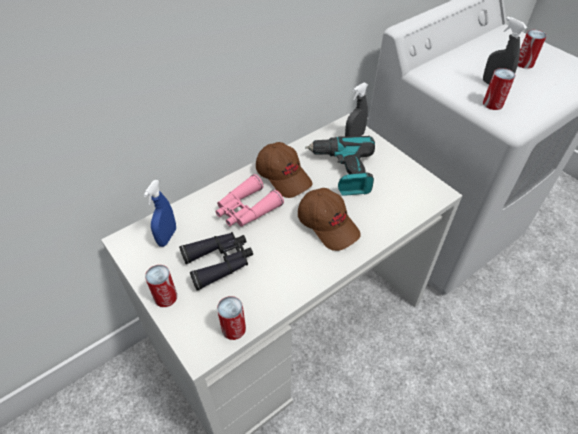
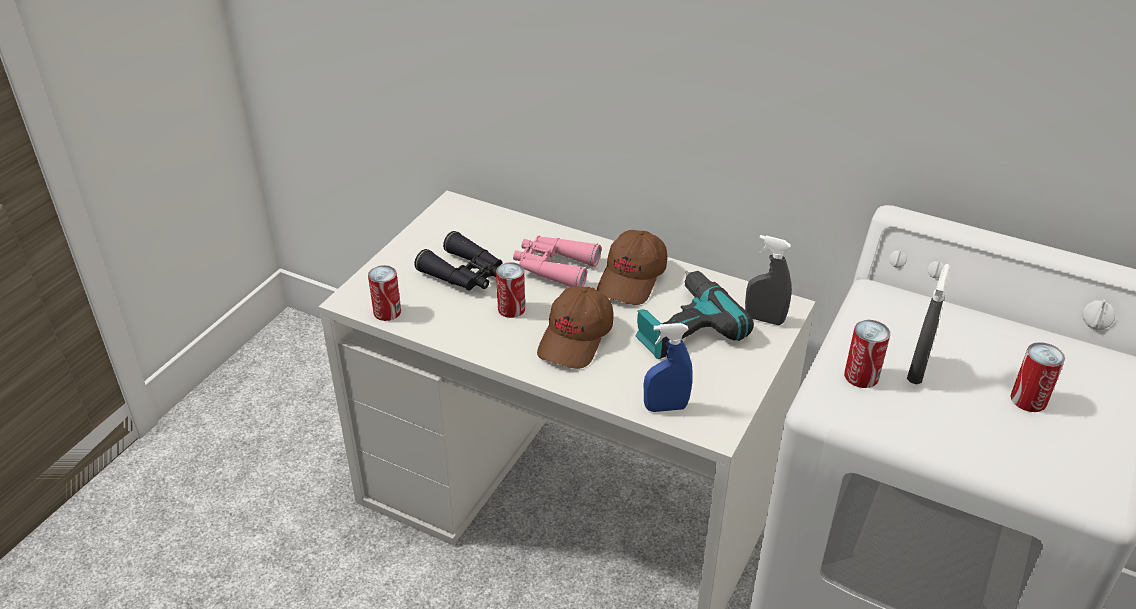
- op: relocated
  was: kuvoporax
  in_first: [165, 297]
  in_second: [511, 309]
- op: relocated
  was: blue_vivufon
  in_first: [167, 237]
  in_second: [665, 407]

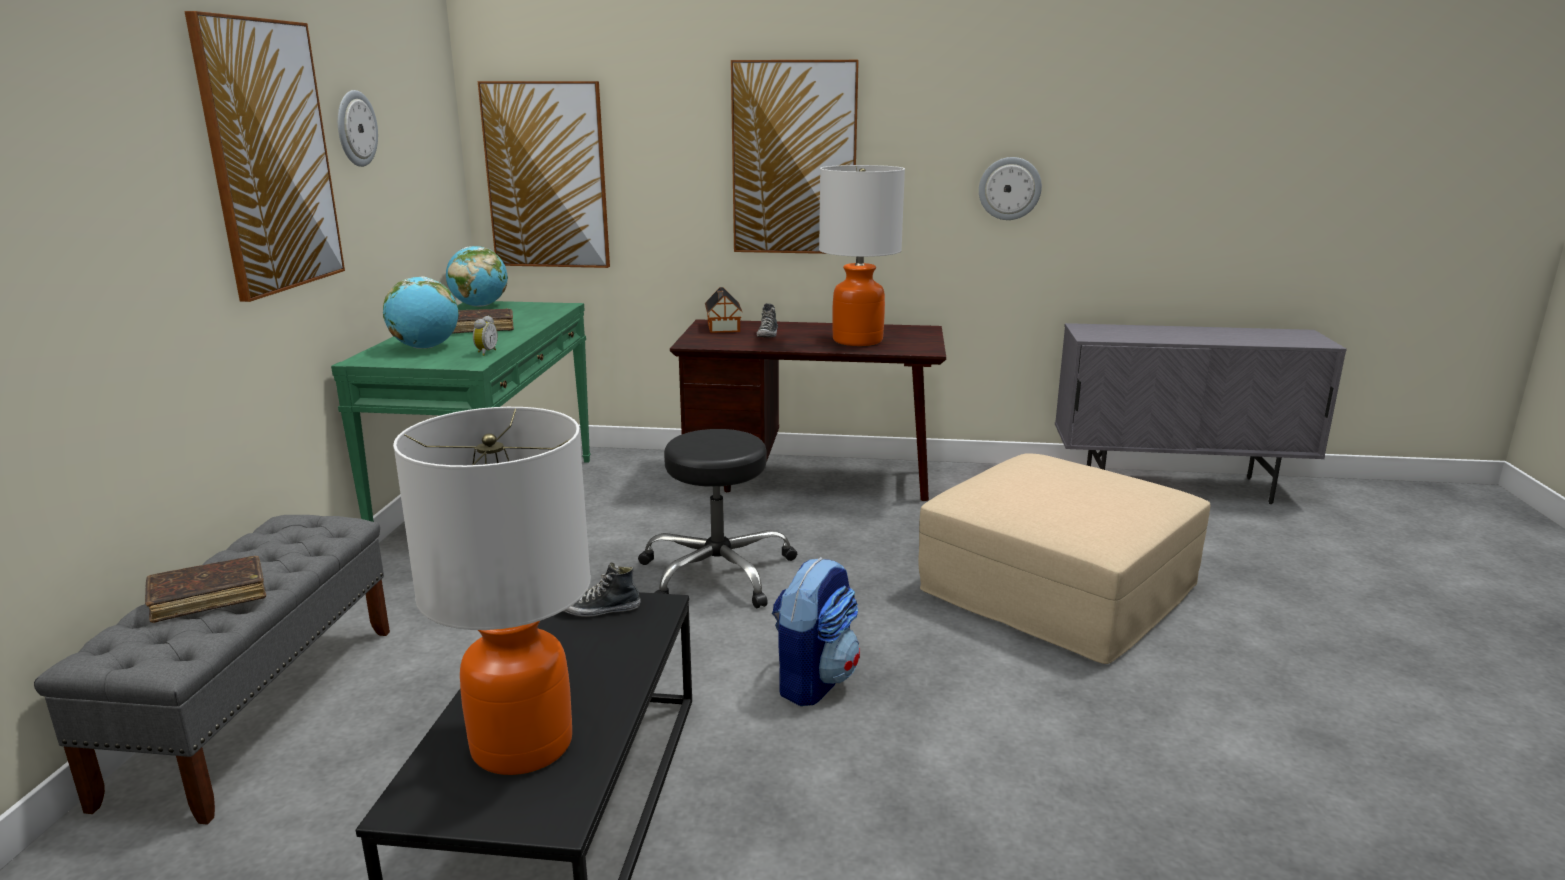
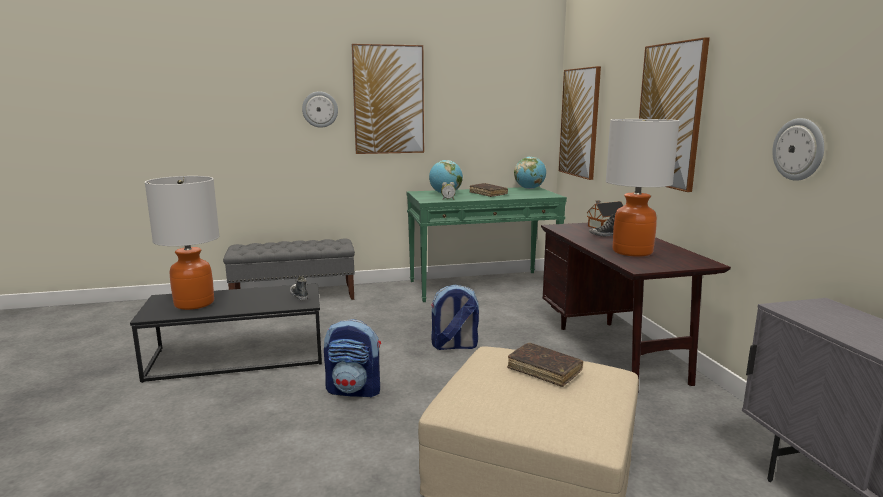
- op: relocated
  was: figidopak
  in_first: [355, 128]
  in_second: [320, 109]
- op: exchanged
  was: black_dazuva
  now: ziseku
  in_first: [717, 573]
  in_second: [454, 346]
- op: relocated
  was: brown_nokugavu
  in_first: [209, 597]
  in_second: [544, 370]

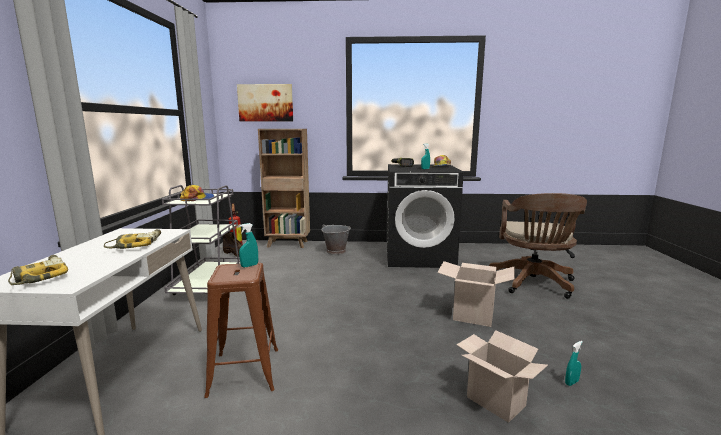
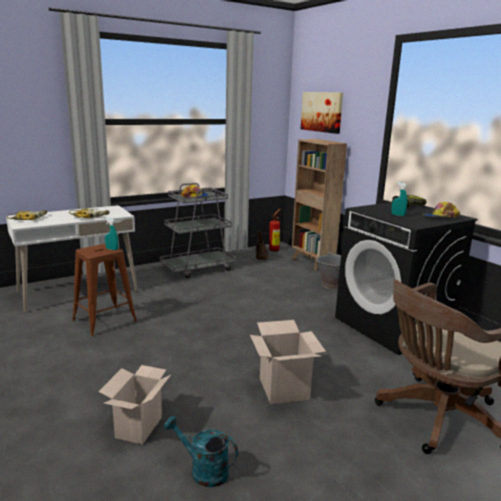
- op: exchanged
  was: turquoise_vivufon
  now: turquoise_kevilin
  in_first: [571, 382]
  in_second: [203, 470]

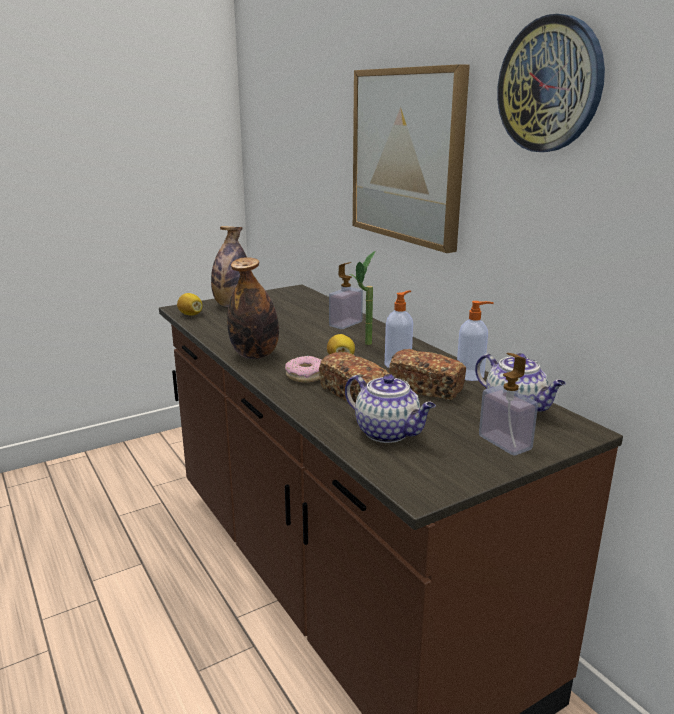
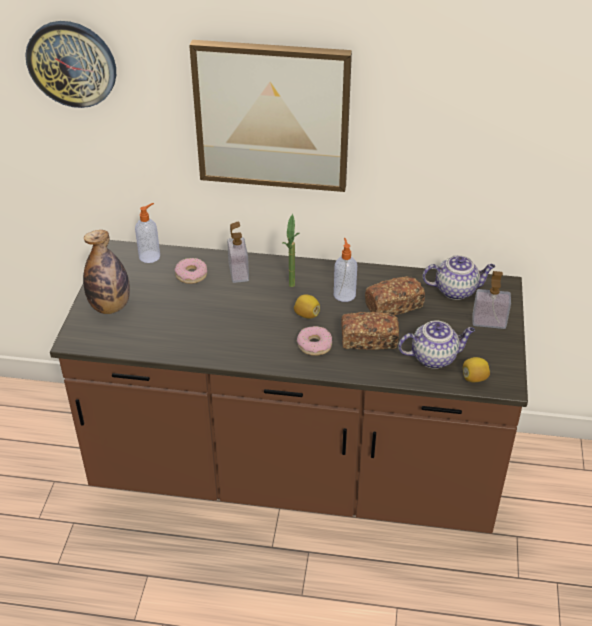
- op: relocated
  was: figidopak
  in_first: [550, 85]
  in_second: [72, 63]
- op: relocated
  was: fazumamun
  in_first: [471, 375]
  in_second: [150, 256]
- op: appeared
  now: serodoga
  in_second: [191, 275]
- op: relocated
  was: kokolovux
  in_first: [190, 314]
  in_second: [474, 378]
- op: missing
  was: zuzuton
  in_first: [255, 355]

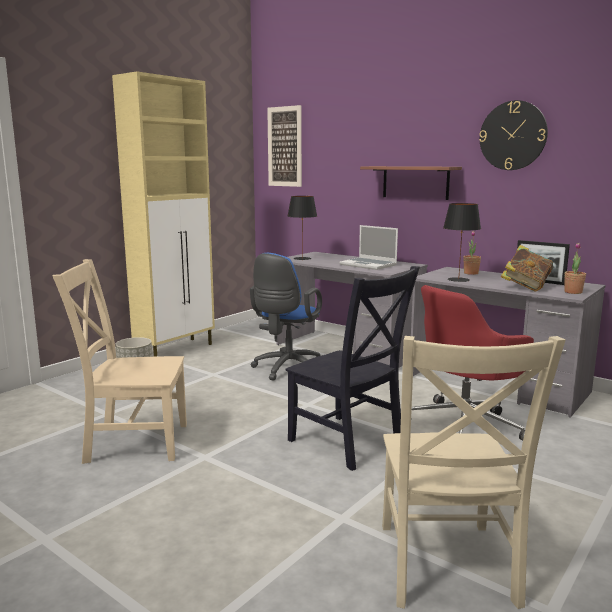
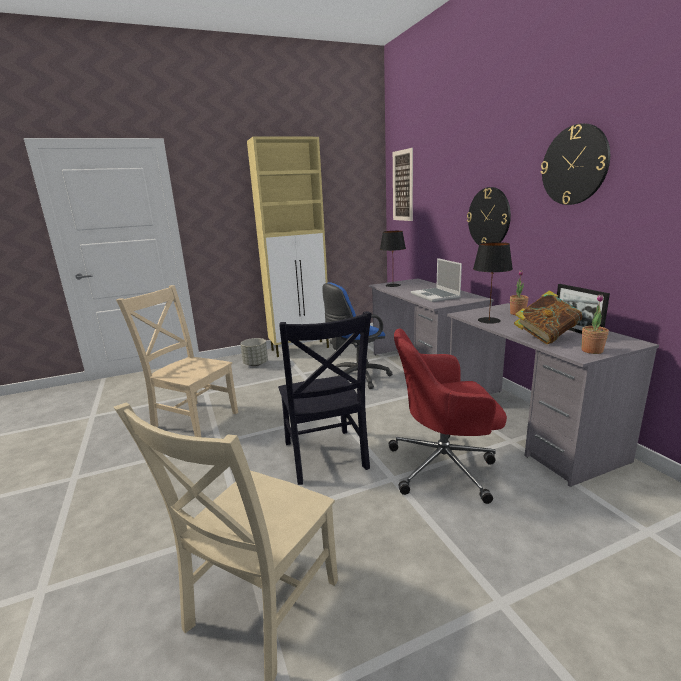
- op: exchanged
  was: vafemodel
  now: figidopak
  in_first: [415, 182]
  in_second: [489, 217]

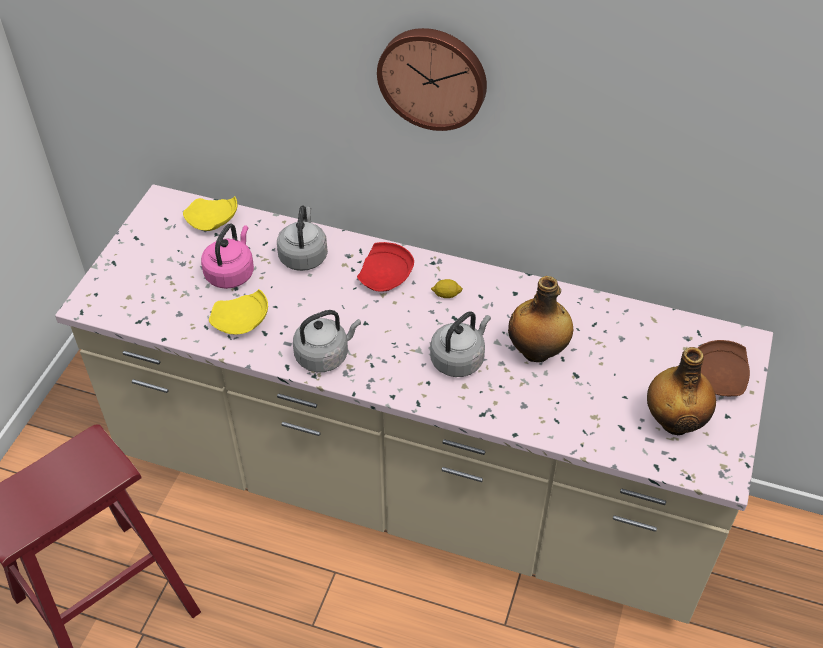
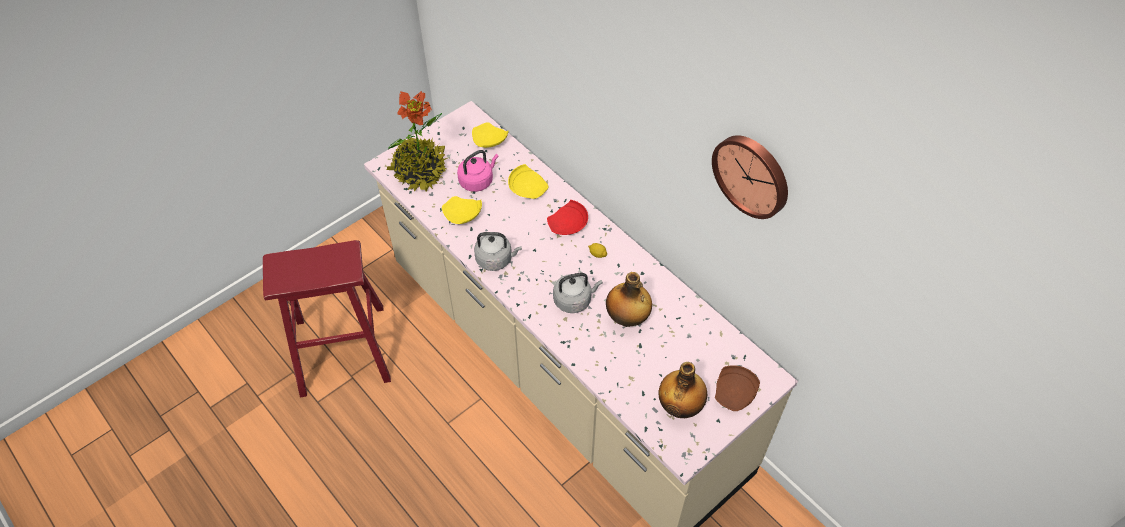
- op: appeared
  now: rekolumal
  in_second: [420, 172]
- op: exchanged
  was: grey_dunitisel
  now: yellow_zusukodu
  in_first: [304, 255]
  in_second: [528, 188]
- op: relocated
  was: figidopak
  in_first: [433, 77]
  in_second: [752, 175]

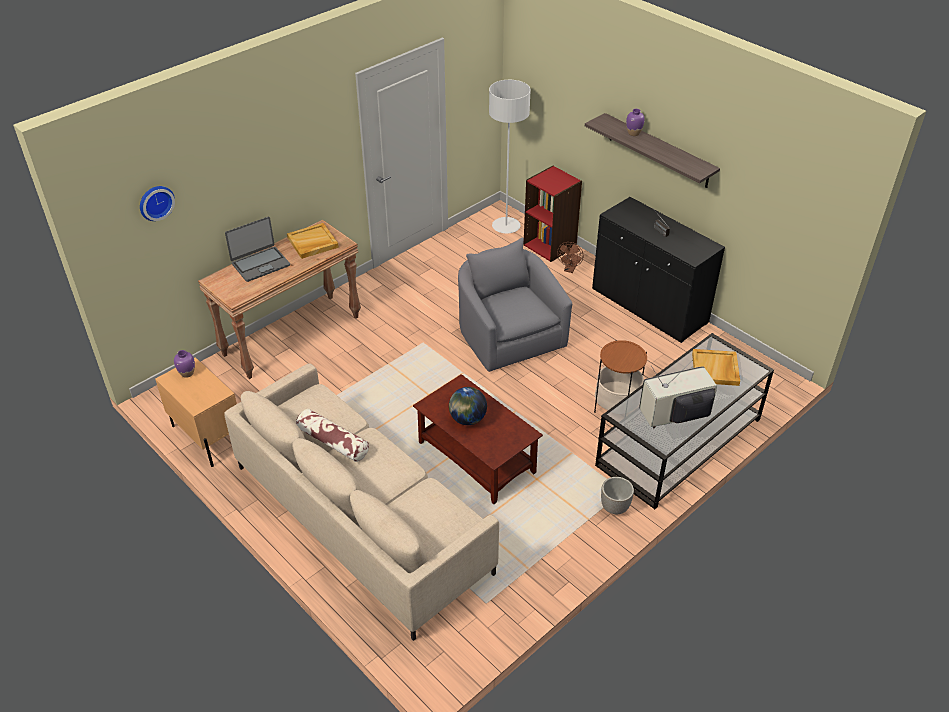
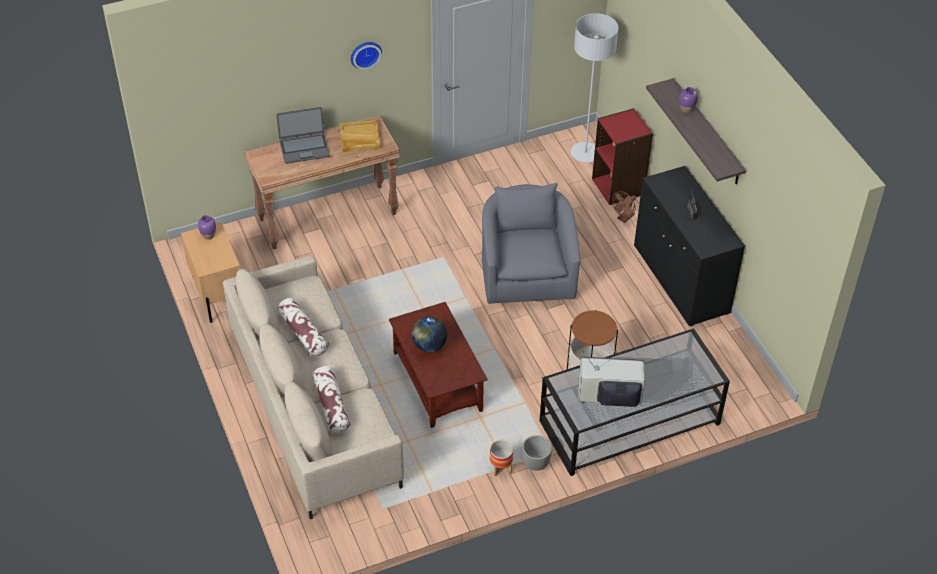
- op: appeared
  now: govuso
  in_second: [332, 405]
- op: relocated
  was: figidopak
  in_first: [155, 202]
  in_second: [365, 53]
- op: appeared
  now: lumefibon
  in_second: [500, 467]
- op: missing
  was: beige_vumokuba
  in_first: [715, 369]

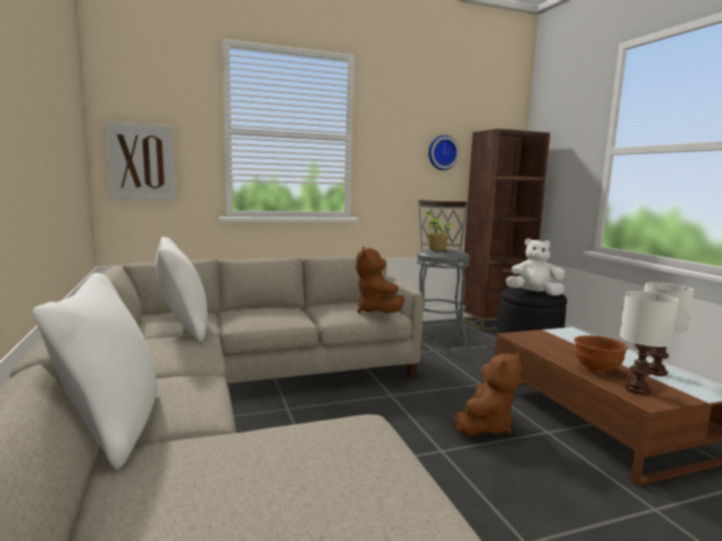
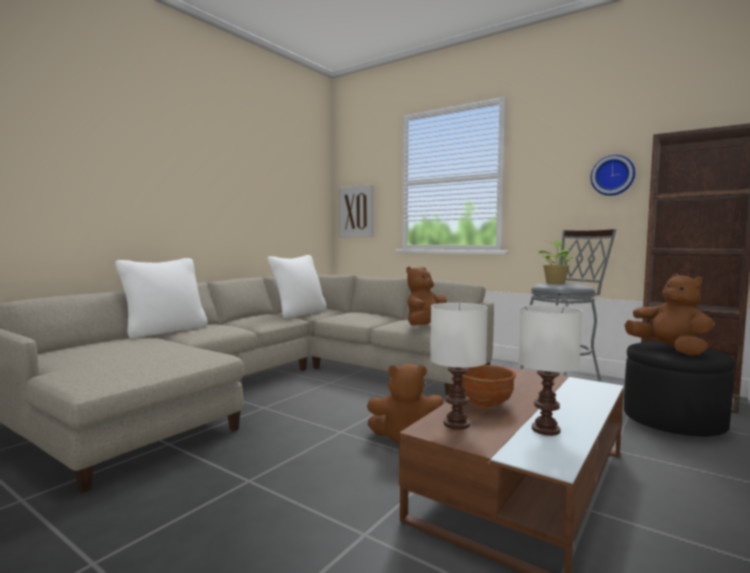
- op: colour
  was: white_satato
  now: brown_satato
  in_first: [533, 293]
  in_second: [669, 350]

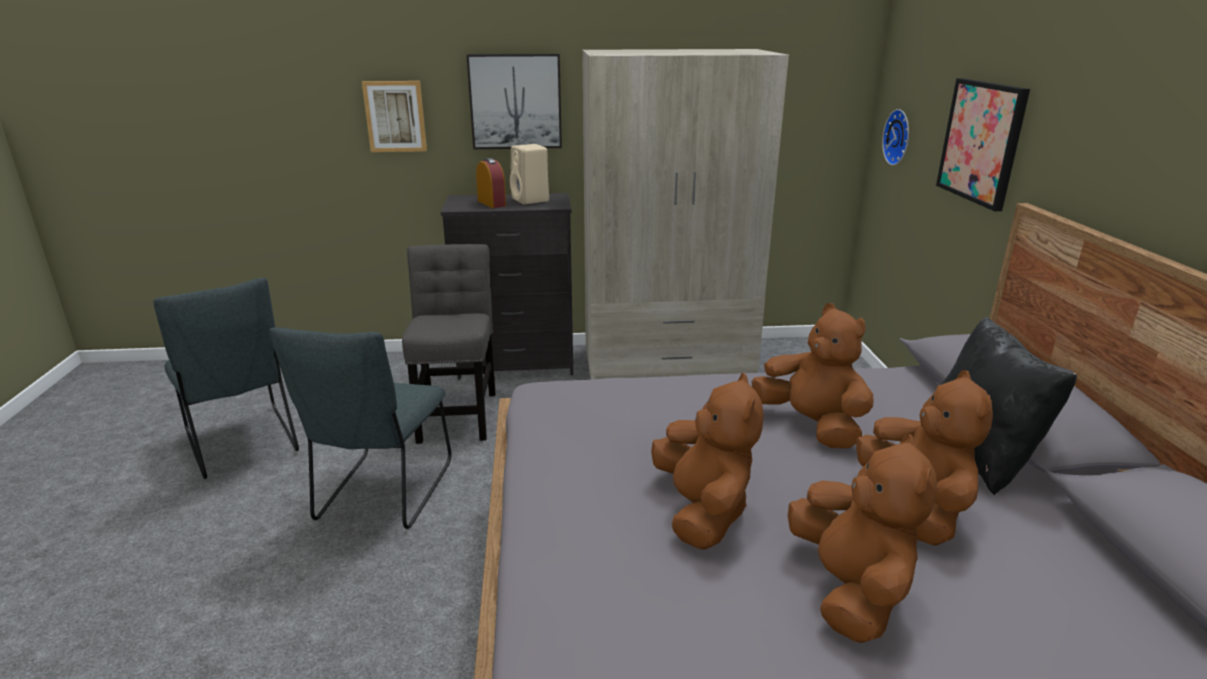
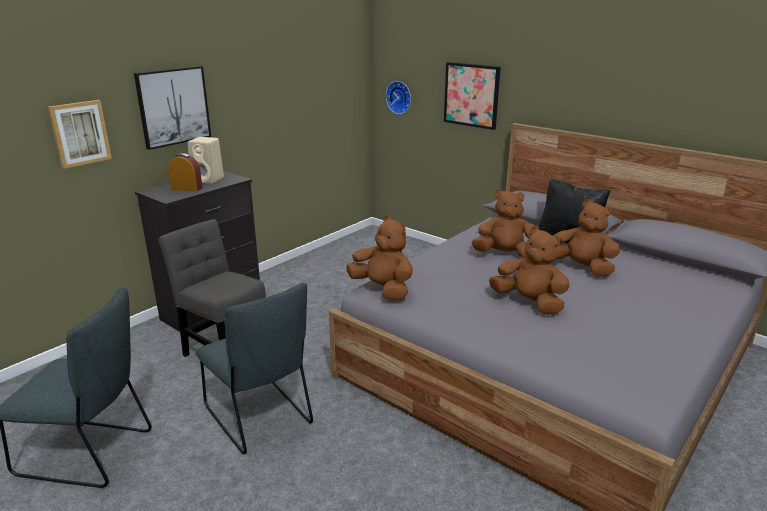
- op: relocated
  was: brown_satato
  in_first: [850, 590]
  in_second: [383, 289]
- op: missing
  was: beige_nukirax
  in_first: [668, 363]

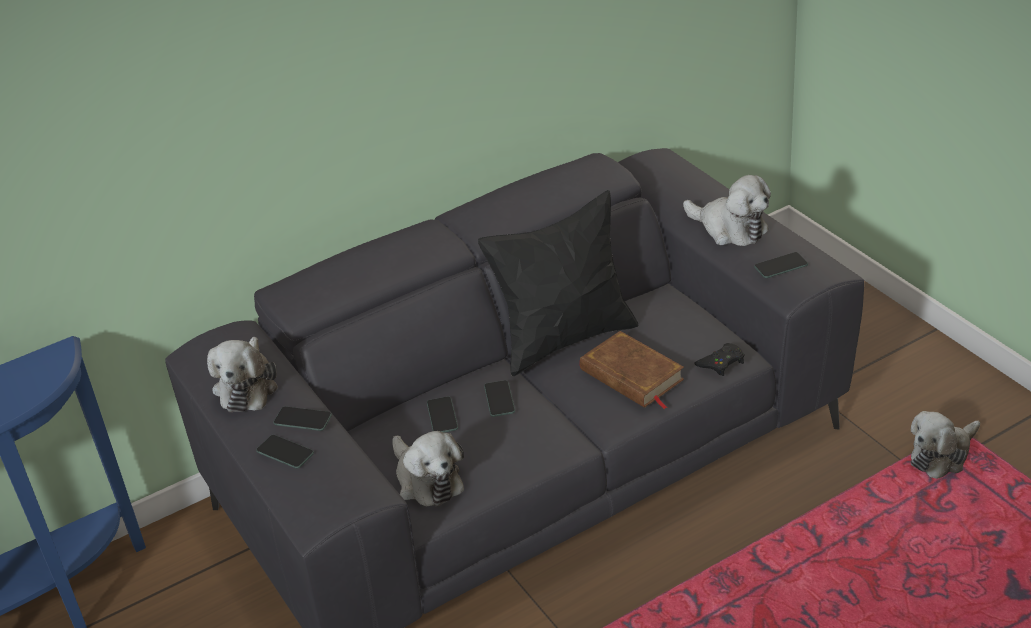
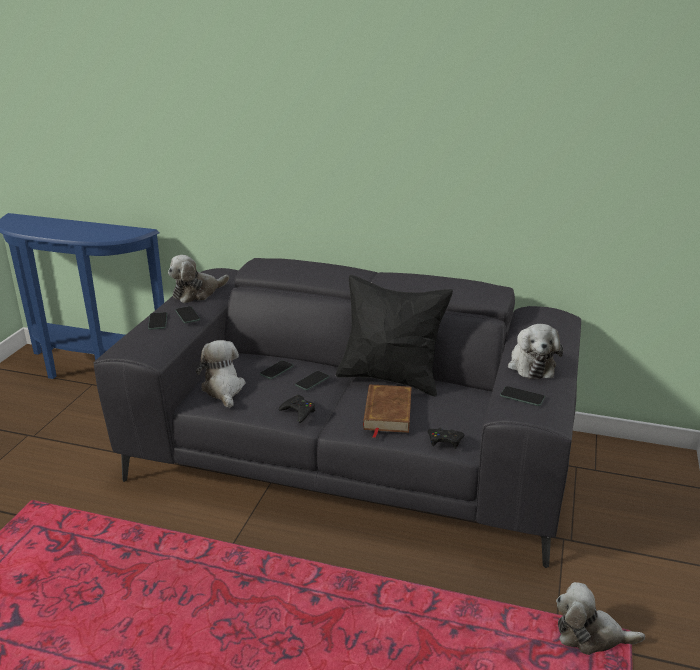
- op: spun
  was: satato
  in_first: [427, 480]
  in_second: [223, 389]
  clockwise: 150
- op: appeared
  now: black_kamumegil
  in_second: [298, 412]

